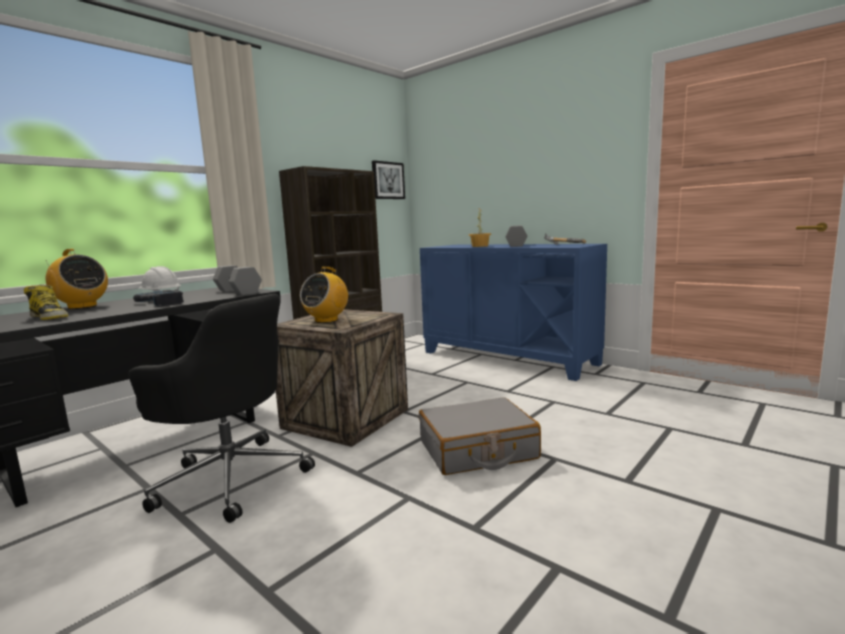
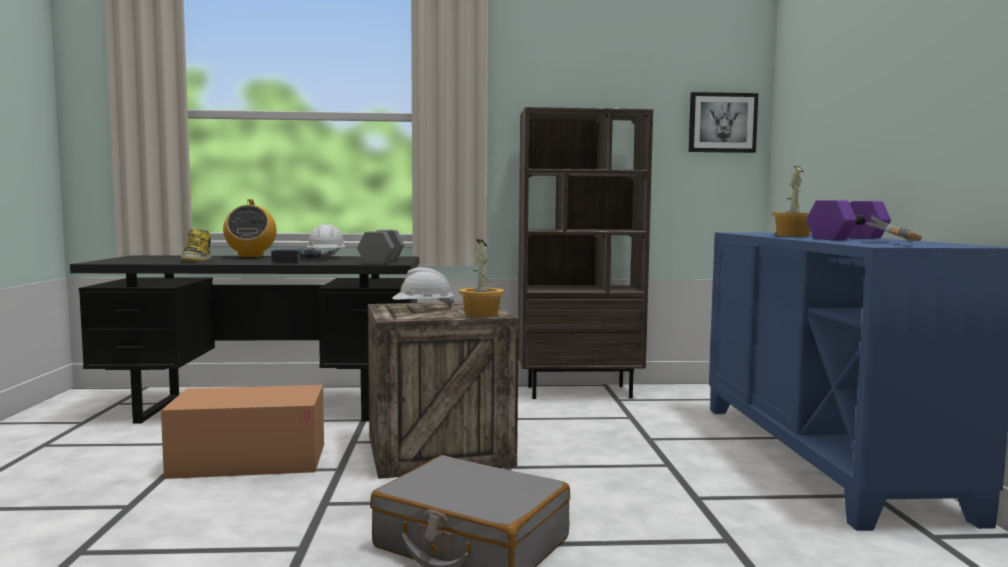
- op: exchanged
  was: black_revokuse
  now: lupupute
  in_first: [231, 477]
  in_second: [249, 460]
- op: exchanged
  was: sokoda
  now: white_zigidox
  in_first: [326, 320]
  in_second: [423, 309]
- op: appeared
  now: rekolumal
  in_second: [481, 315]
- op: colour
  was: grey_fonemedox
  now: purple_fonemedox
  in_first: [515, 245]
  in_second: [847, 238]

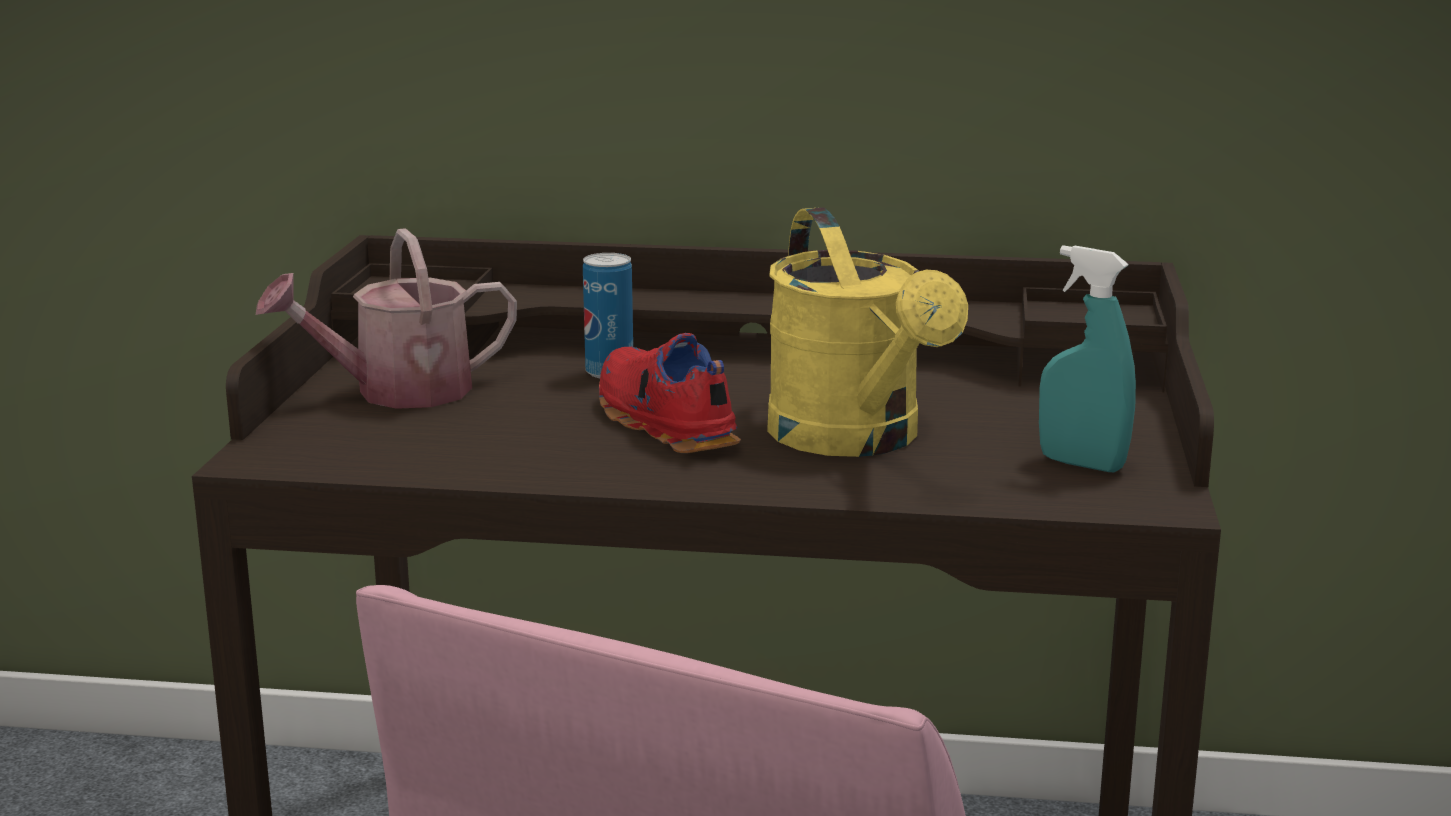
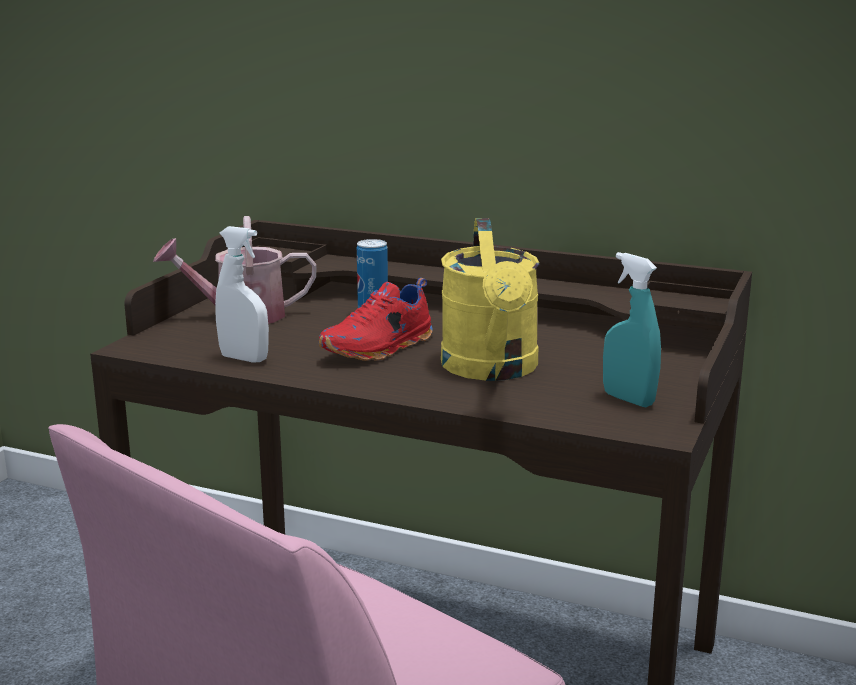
- op: appeared
  now: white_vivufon
  in_second: [244, 359]
- op: spun
  was: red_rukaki
  in_first: [662, 424]
  in_second: [380, 349]
  clockwise: -120

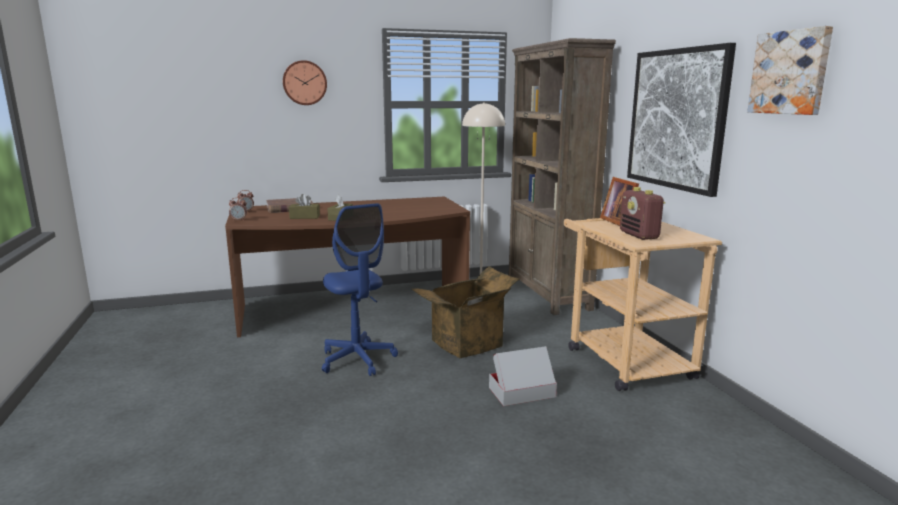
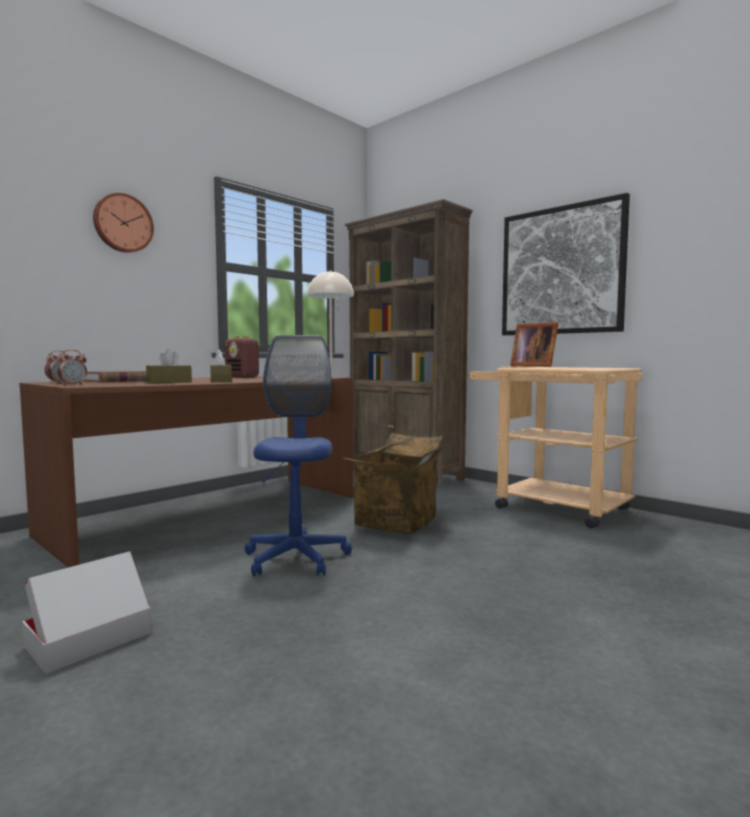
- op: relocated
  was: lupupute
  in_first: [521, 392]
  in_second: [89, 640]
- op: relocated
  was: sokoda
  in_first: [639, 235]
  in_second: [242, 377]
- op: spun
  was: blue_revokuse
  in_first: [357, 359]
  in_second: [296, 558]
  clockwise: -120
- op: missing
  was: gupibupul
  in_first: [790, 72]

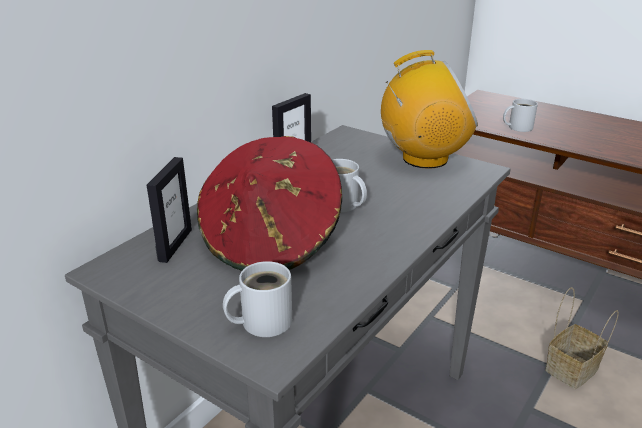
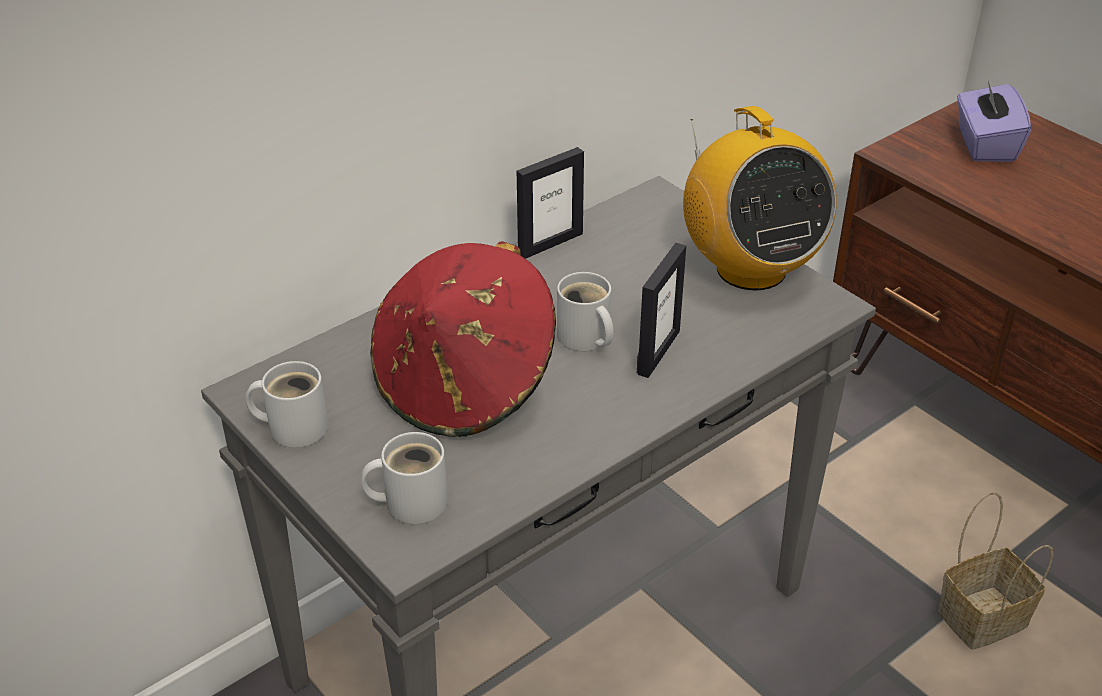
- op: relocated
  was: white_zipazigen
  in_first: [518, 127]
  in_second: [293, 426]
- op: relocated
  was: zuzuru
  in_first: [175, 245]
  in_second: [658, 352]
- op: spun
  was: sokoda
  in_first: [424, 159]
  in_second: [750, 268]
  clockwise: 60
- op: appeared
  now: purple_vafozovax
  in_second: [984, 144]

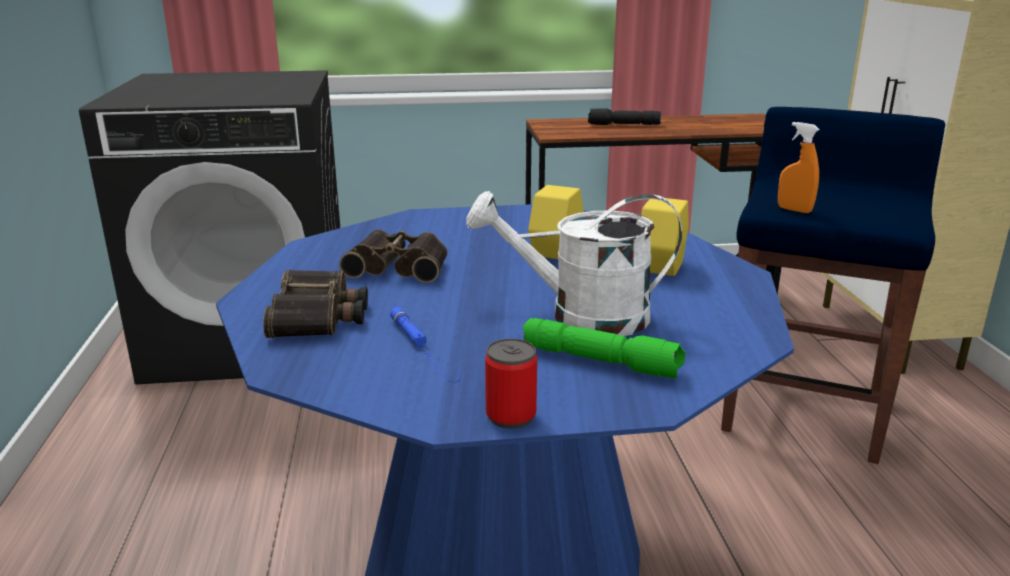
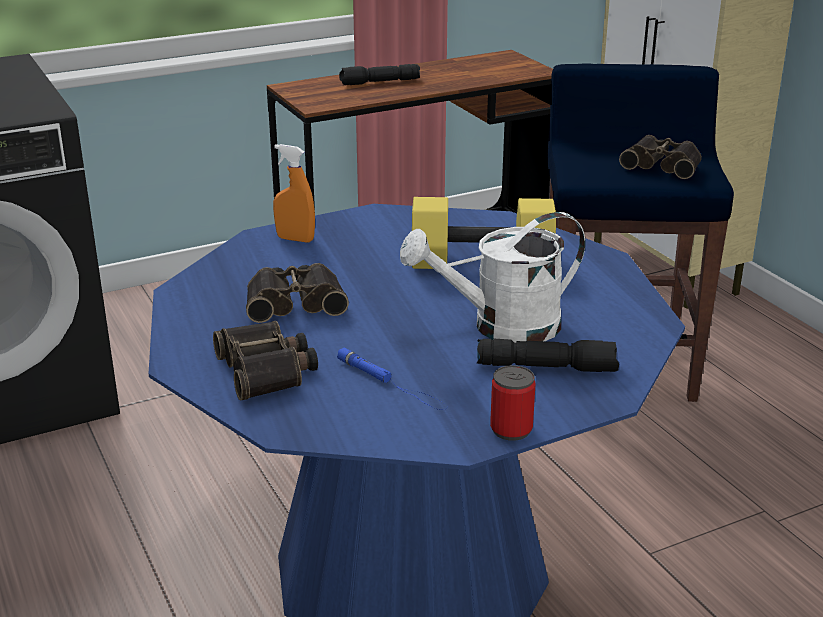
- op: relocated
  was: orange_vivufon
  in_first: [794, 210]
  in_second: [295, 239]
- op: colour
  was: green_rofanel
  now: black_rofanel
  in_first: [602, 361]
  in_second: [547, 366]
- op: appeared
  now: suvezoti
  in_second: [663, 165]

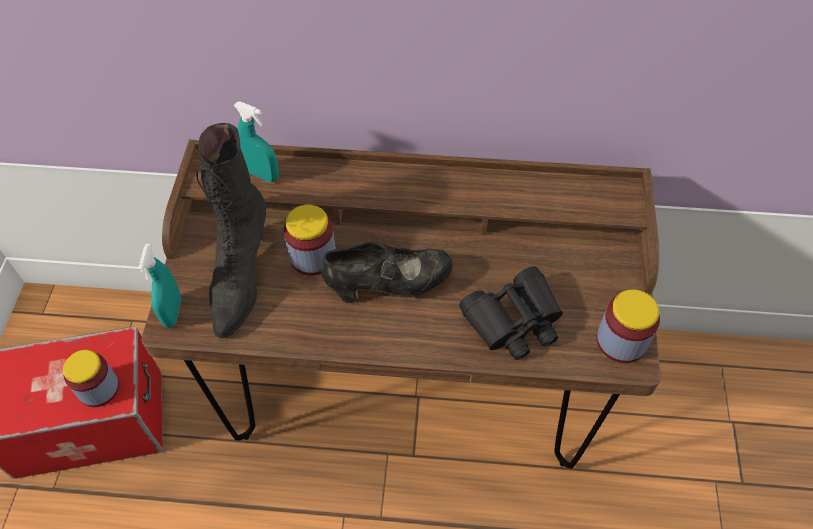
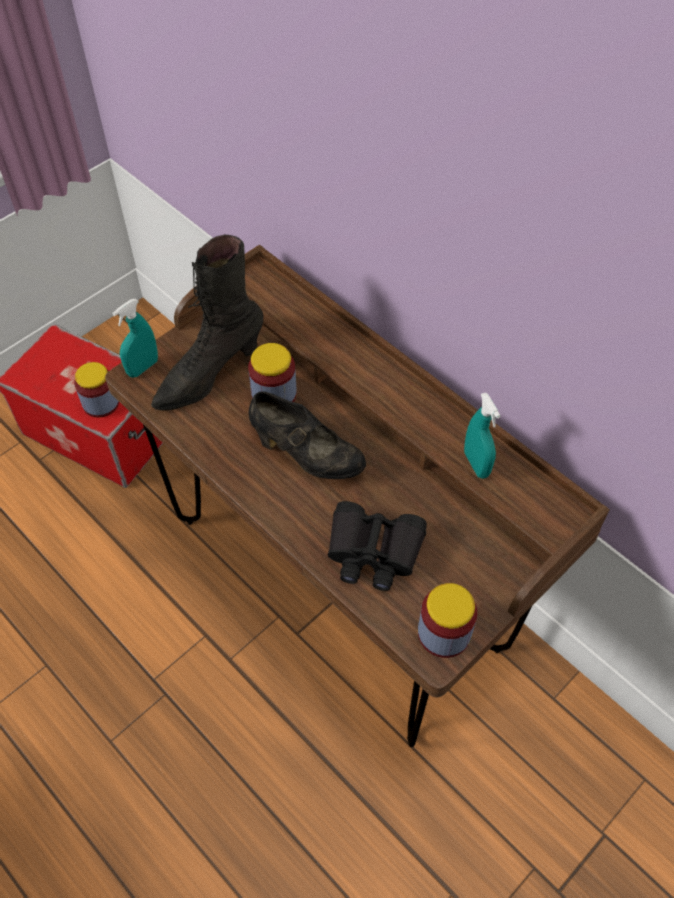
- op: relocated
  was: turquoise_vivufon
  in_first: [262, 174]
  in_second: [476, 464]

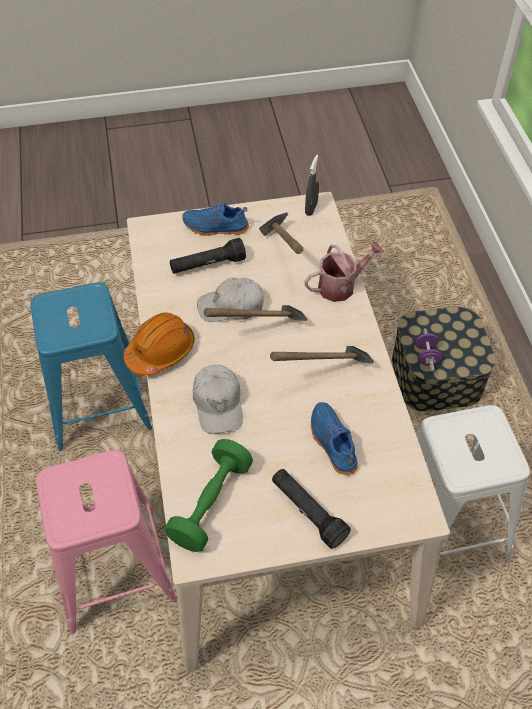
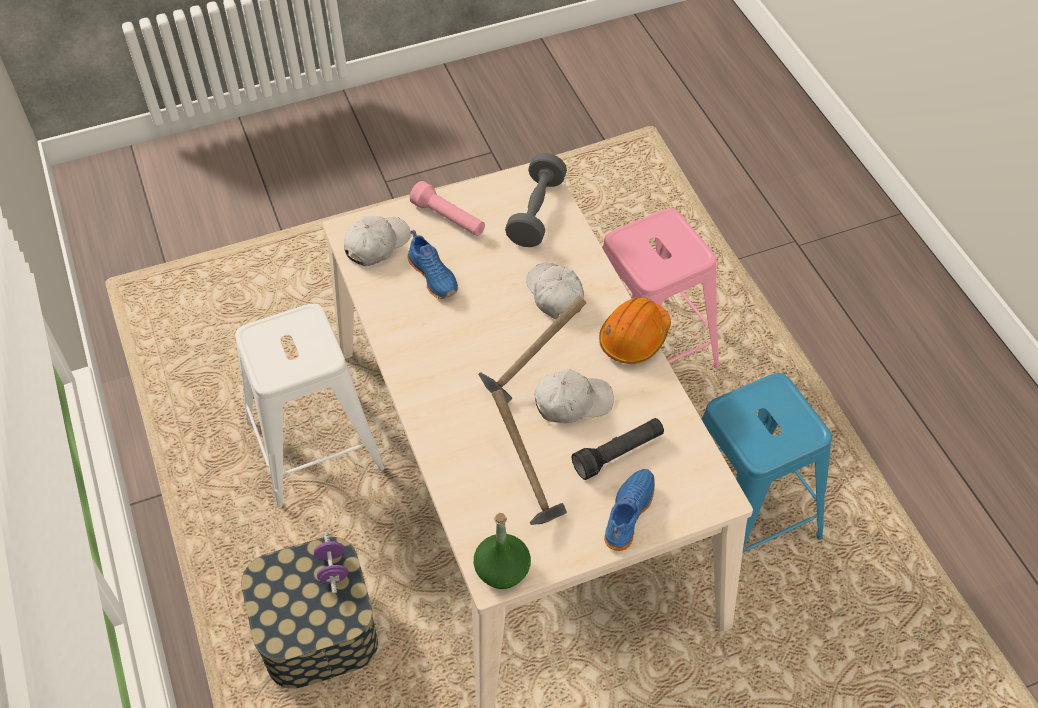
- op: appeared
  now: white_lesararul
  in_second: [376, 244]
- op: colour
  was: black_rofanel
  now: pink_rofanel
  in_first: [308, 512]
  in_second: [449, 219]
- op: exchanged
  was: grey_vivufon
  now: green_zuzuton
  in_first: [311, 208]
  in_second: [502, 570]
- op: colour
  was: green_fonemedox
  now: grey_fonemedox
  in_first: [211, 503]
  in_second: [536, 212]
- op: spun
  was: blue_rukaki
  in_first: [215, 228]
  in_second: [627, 513]
  clockwise: -60
- op: missing
  was: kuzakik
  in_first: [323, 377]
- op: missing
  was: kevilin
  in_first: [341, 285]

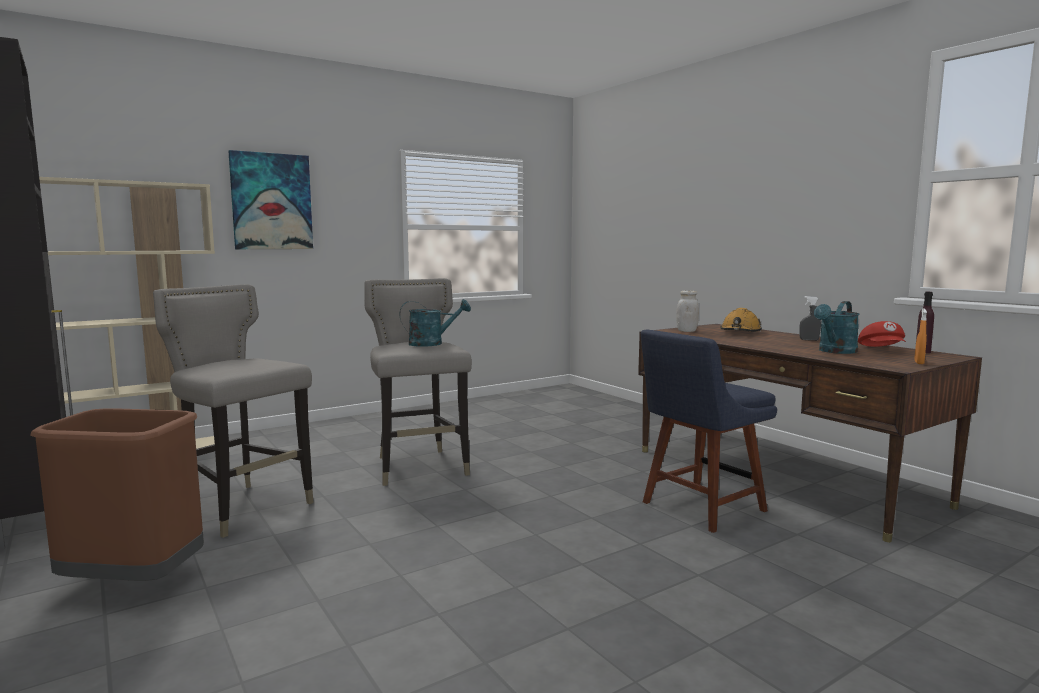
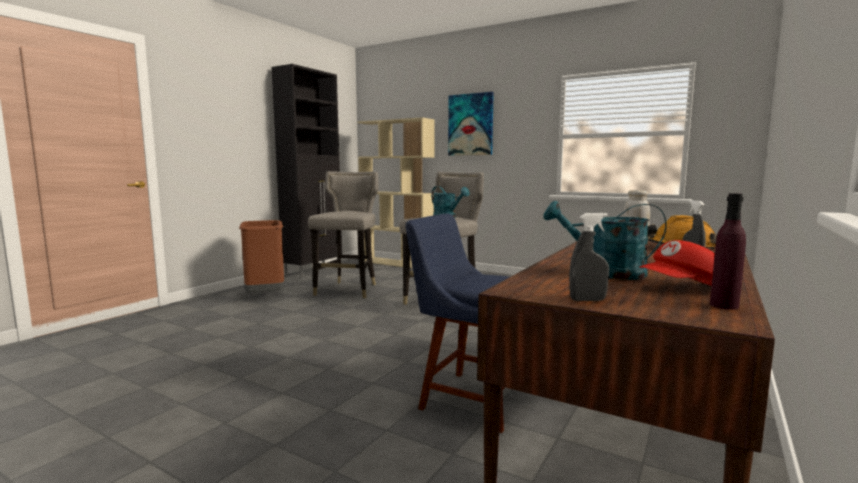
- op: colour
  was: orange_vivufon
  now: grey_vivufon
  in_first: [919, 362]
  in_second: [587, 300]

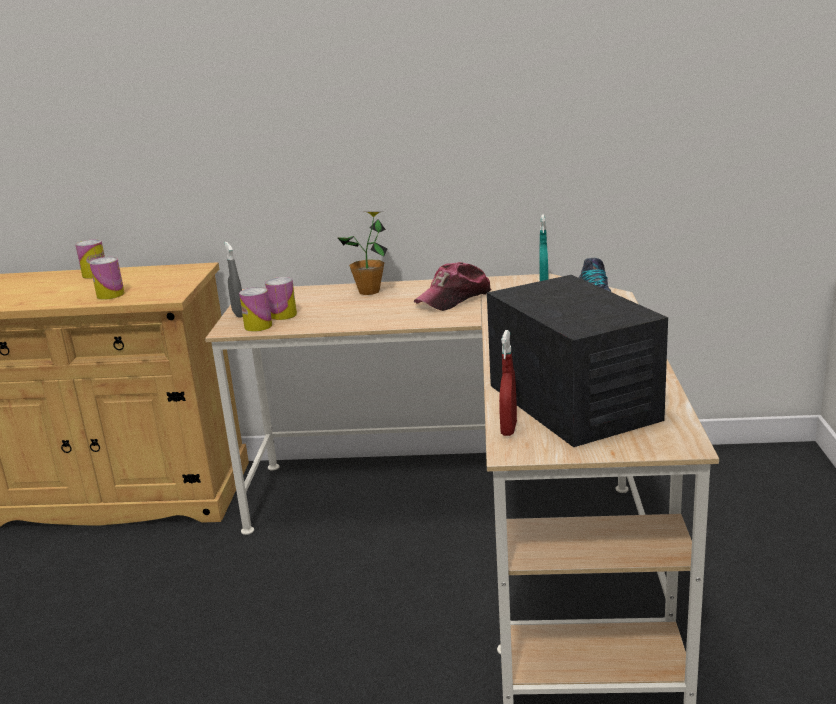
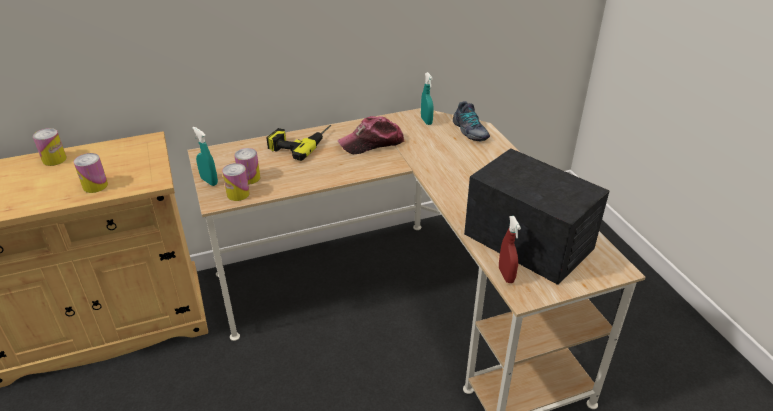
- op: colour
  was: grey_vivufon
  now: turquoise_vivufon
  in_first: [238, 314]
  in_second: [209, 181]
- op: exchanged
  was: rekolumal
  now: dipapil
  in_first: [369, 291]
  in_second: [300, 142]
- op: spun
  was: lesararul
  in_first: [454, 298]
  in_second: [372, 143]
  clockwise: 45

